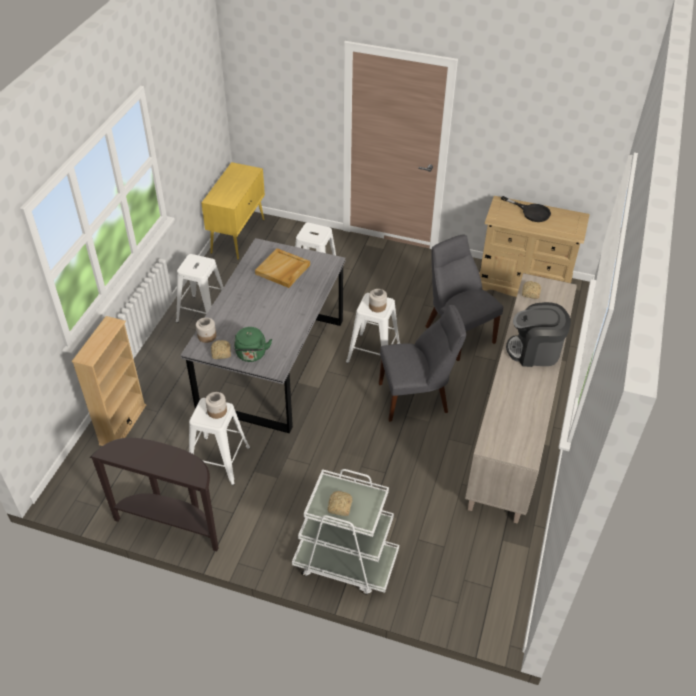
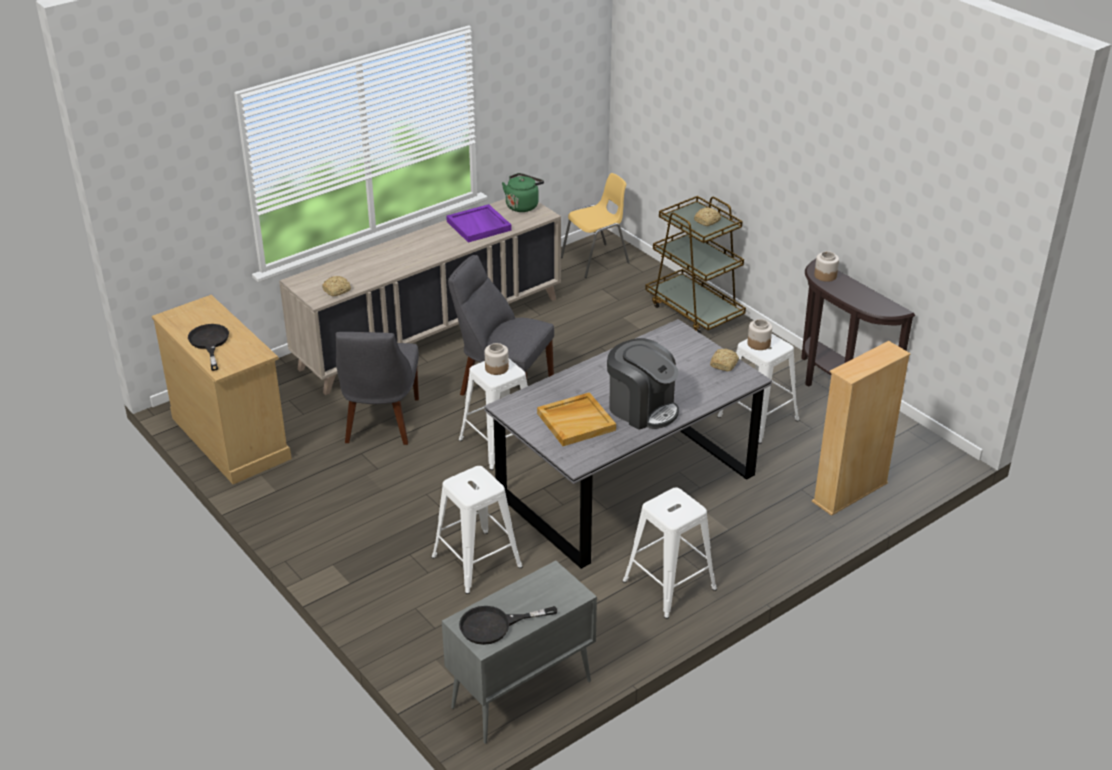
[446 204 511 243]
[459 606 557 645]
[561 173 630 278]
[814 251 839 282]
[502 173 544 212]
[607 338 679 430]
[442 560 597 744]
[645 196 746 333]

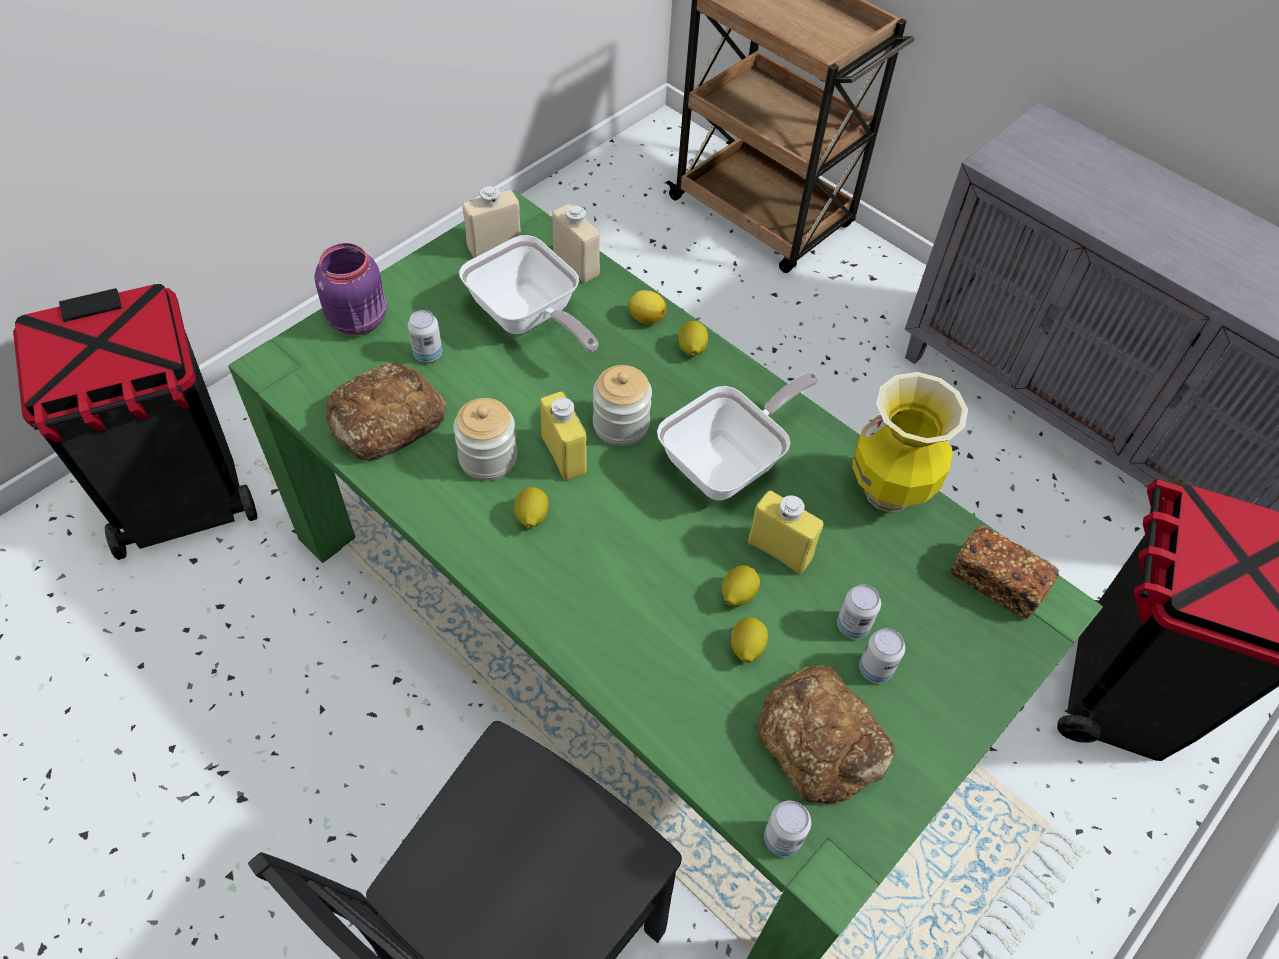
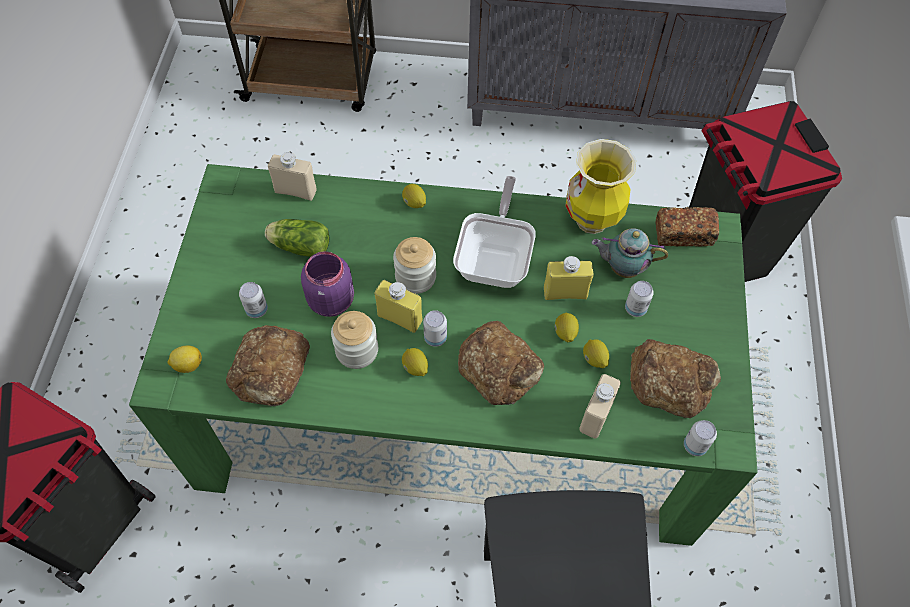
[458 321 544 405]
[592 228 668 278]
[301 251 354 317]
[579 374 621 438]
[167 345 202 373]
[423 310 447 347]
[265 219 329 257]

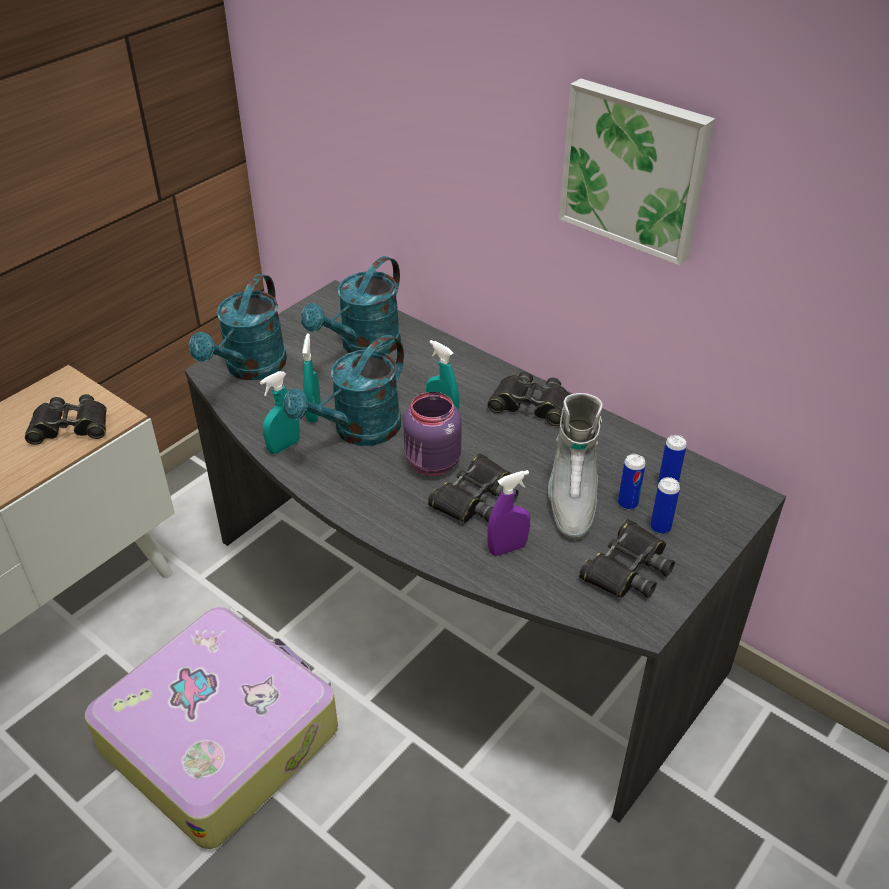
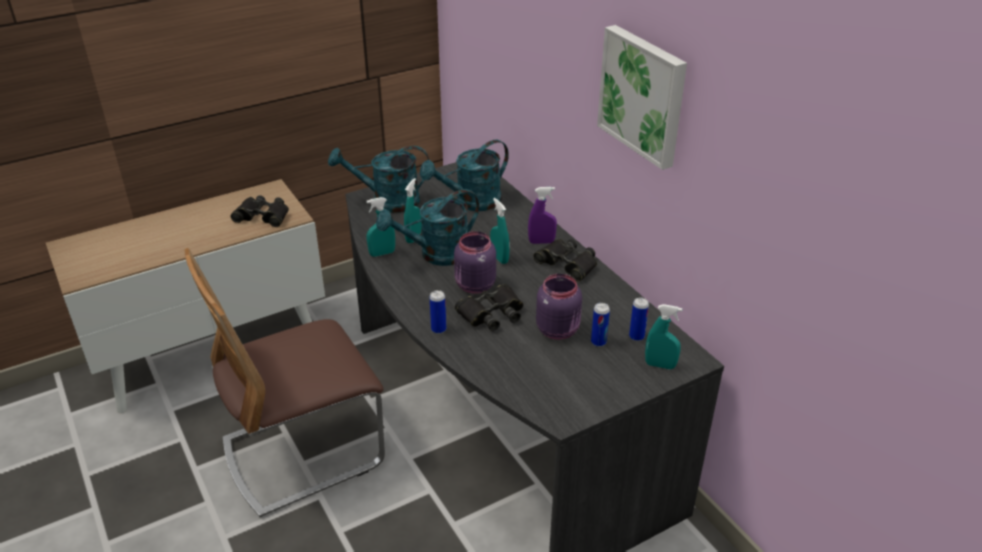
[579 519 675 598] (first image)
[645 304 683 369]
[528 187 557 244]
[430 290 446 334]
[184 248 385 517]
[536 274 582 340]
[328 146 429 213]

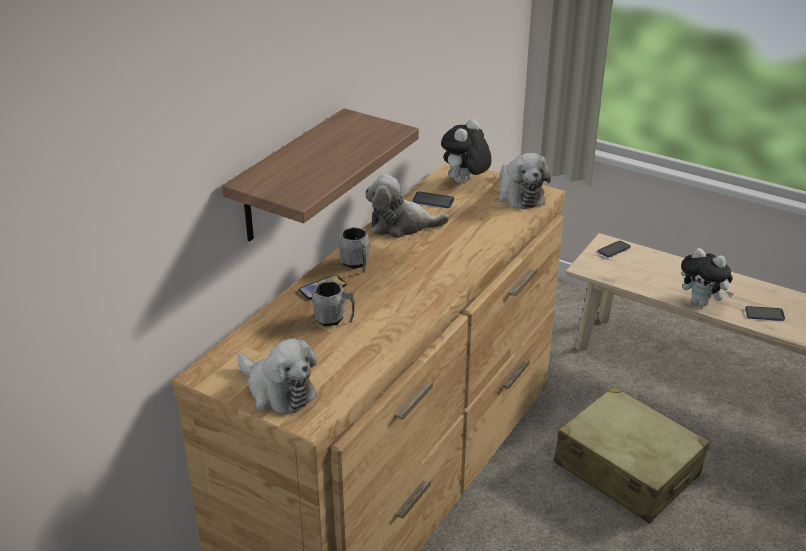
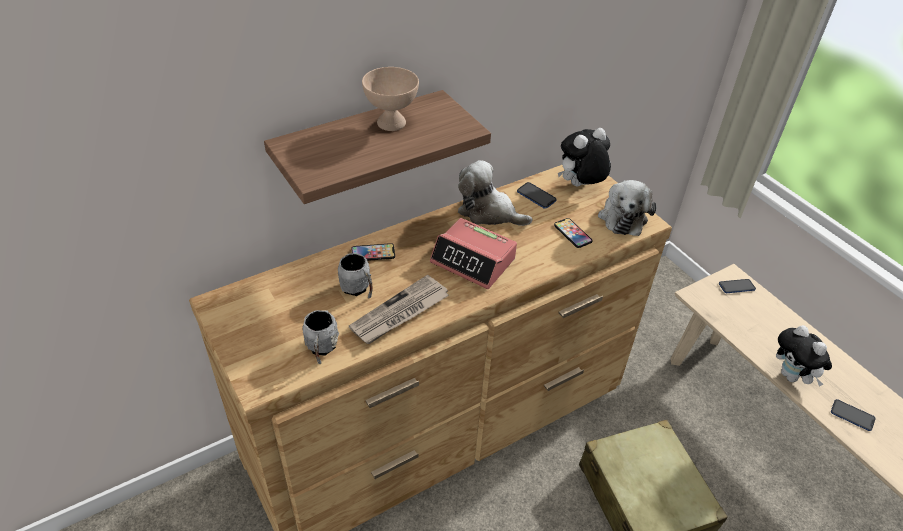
[238 338 317 414] (first image)
[349 275 449 344]
[362 67 419 131]
[430 218 517 289]
[554 218 592 248]
[302 310 339 364]

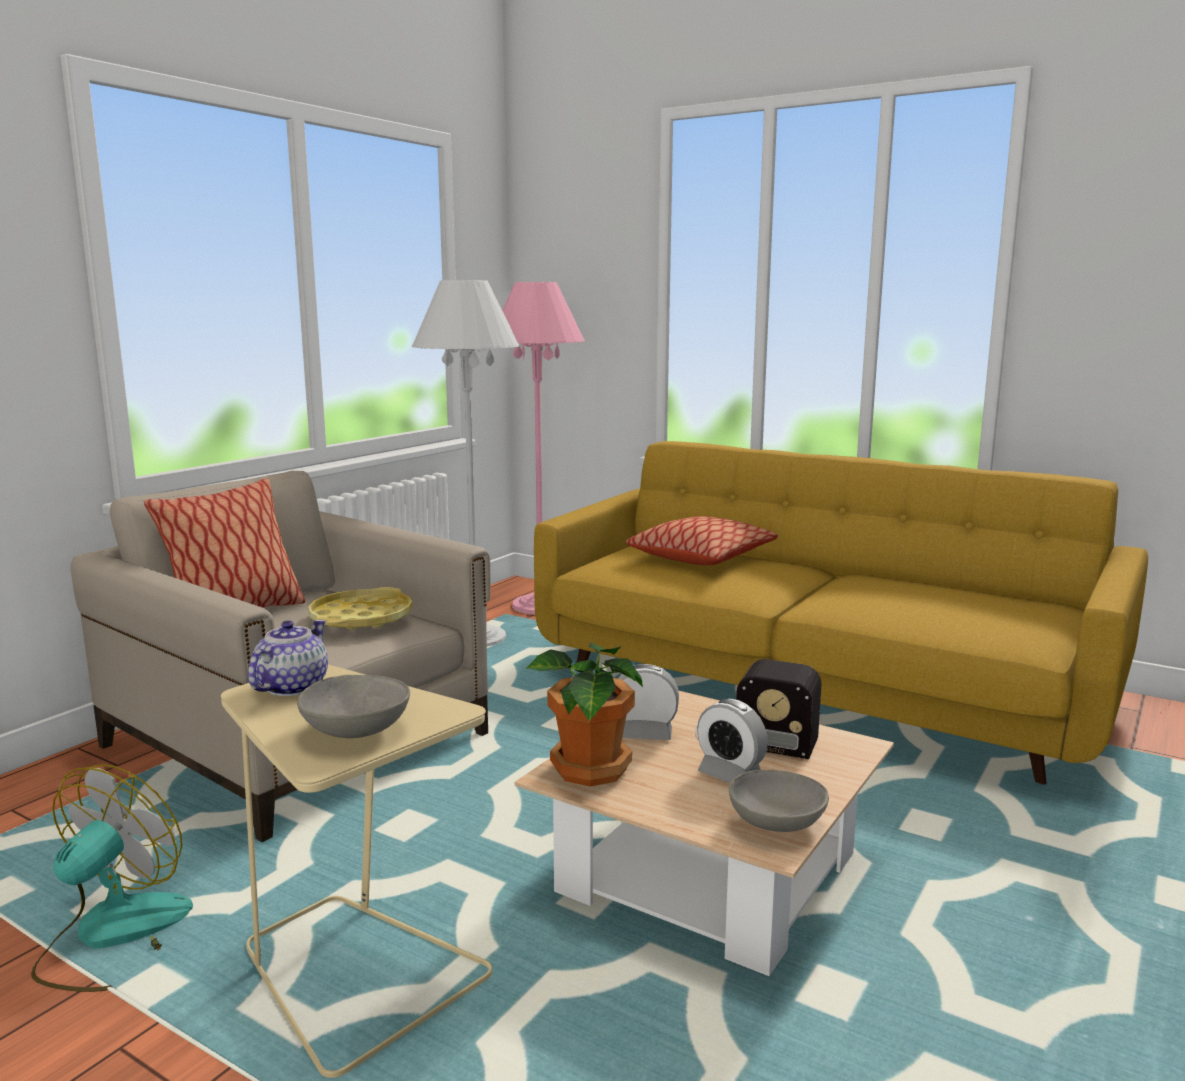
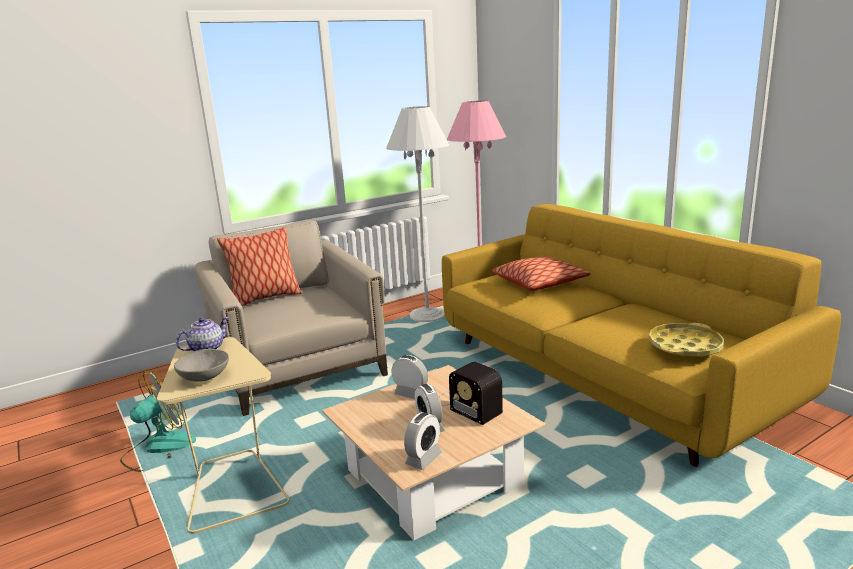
[526 643 643 787] (first image)
[649 323 724 357]
[404 412 442 470]

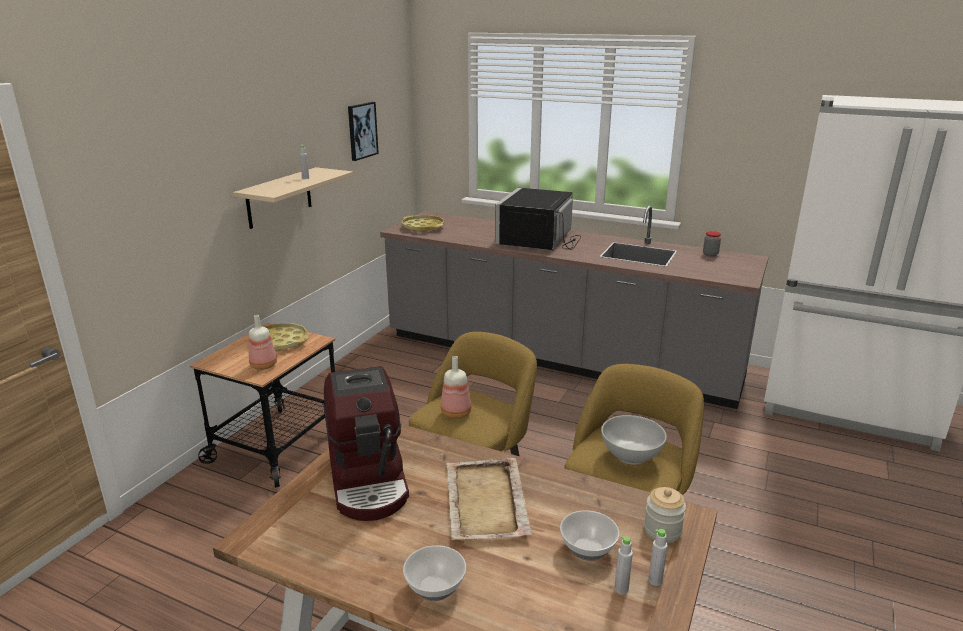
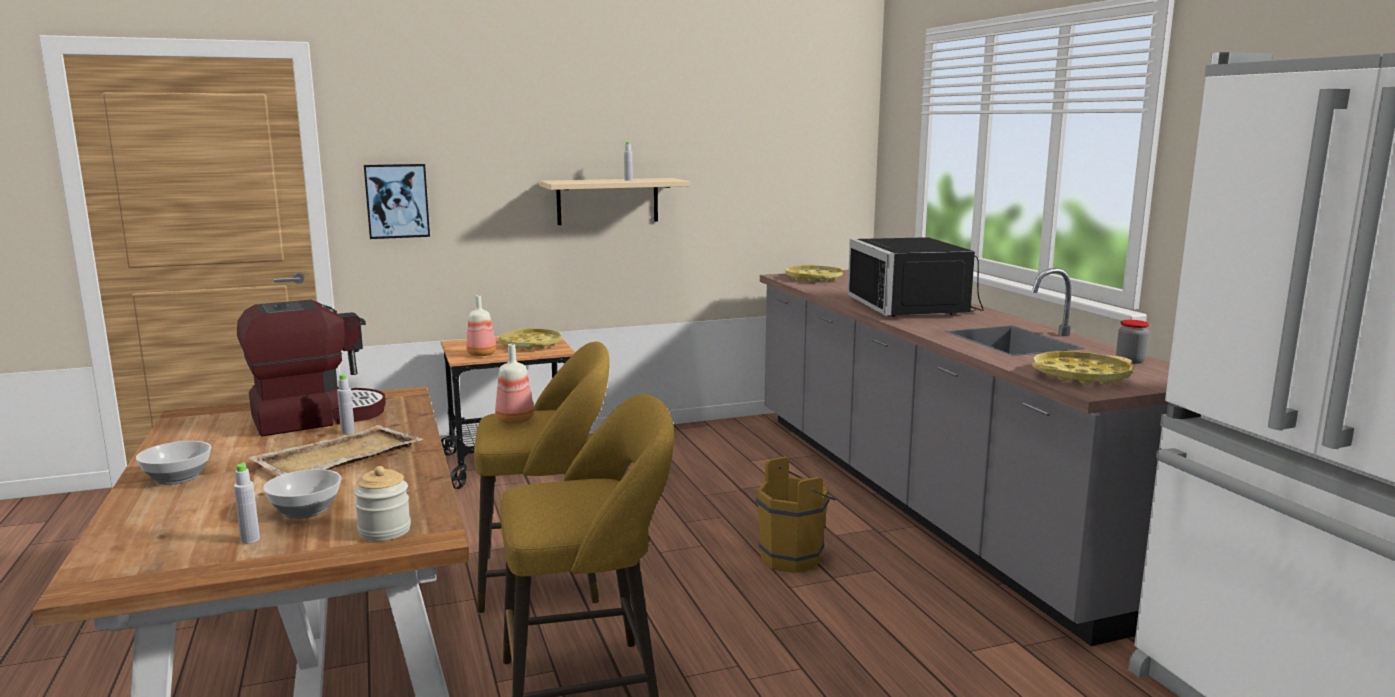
[601 415 667 465] (first image)
[756 456 836 573]
[1032 351 1133 385]
[364 164 430 239]
[337 374 355 434]
[237 300 386 436]
[848 237 984 317]

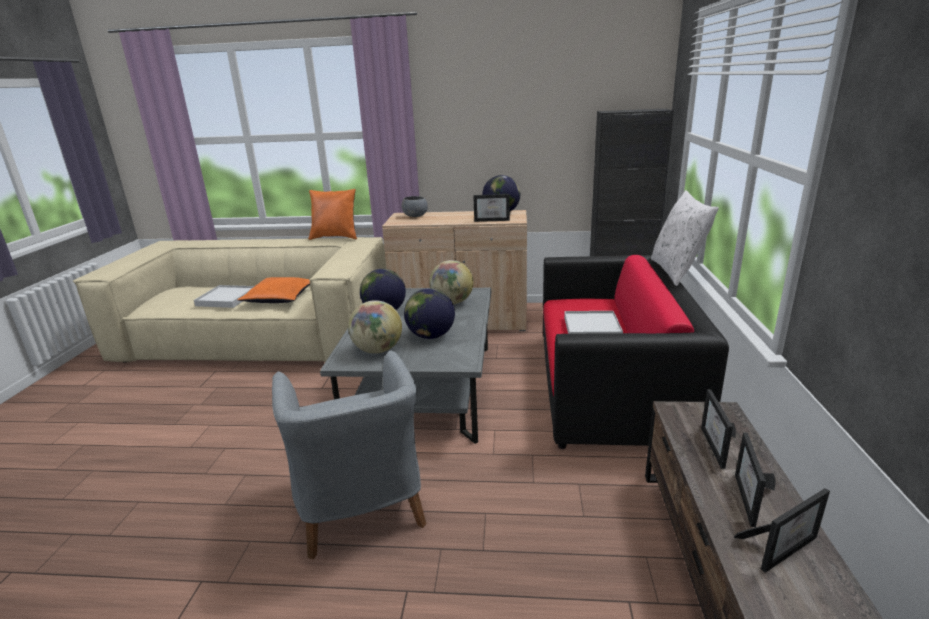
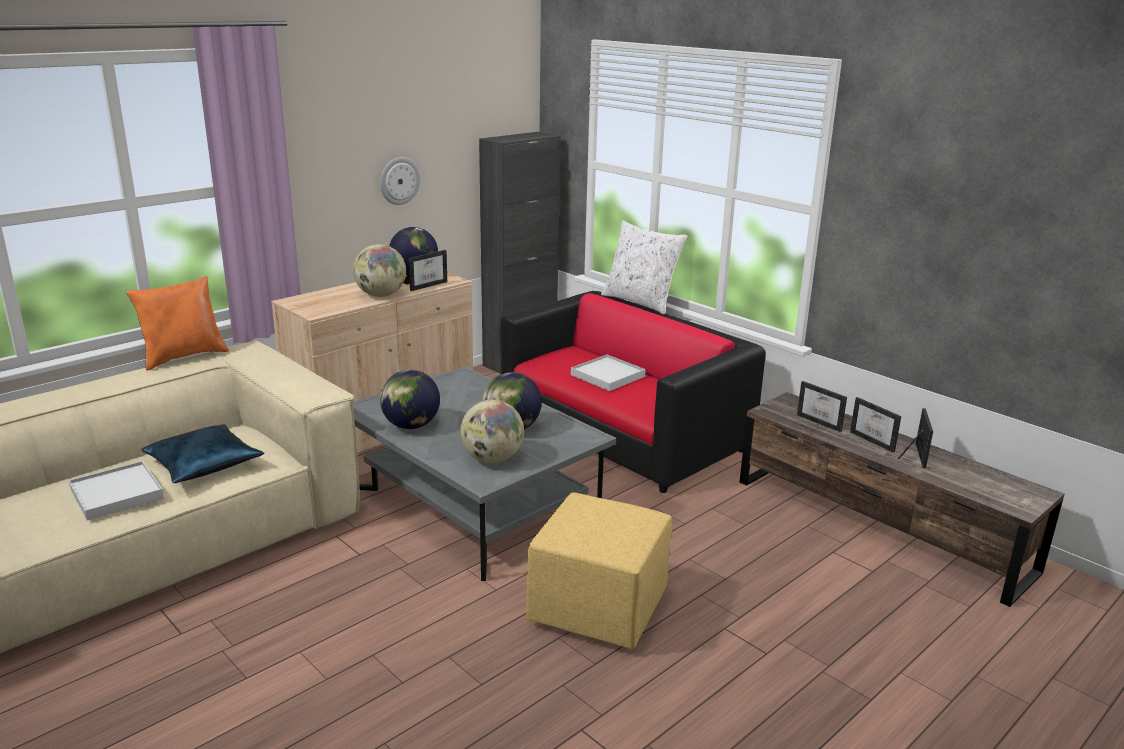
[401 196 428 217] (first image)
[380 157 420 205]
[353 244 406 297]
[526 492 672 649]
[142 424 264 483]

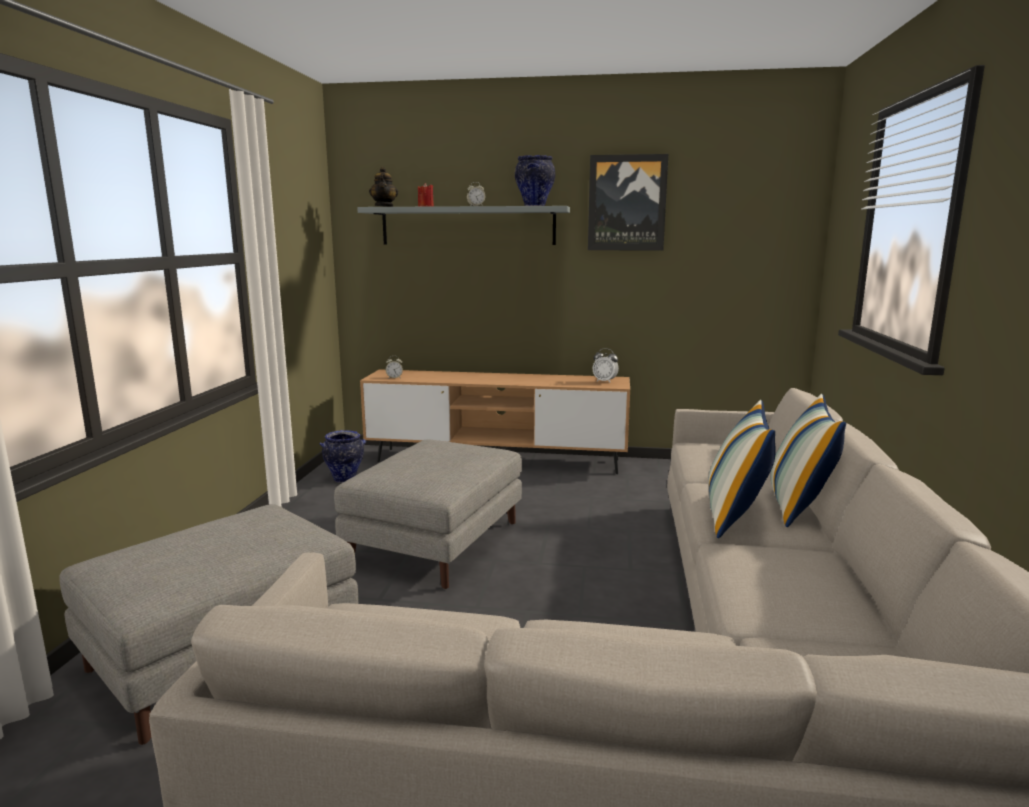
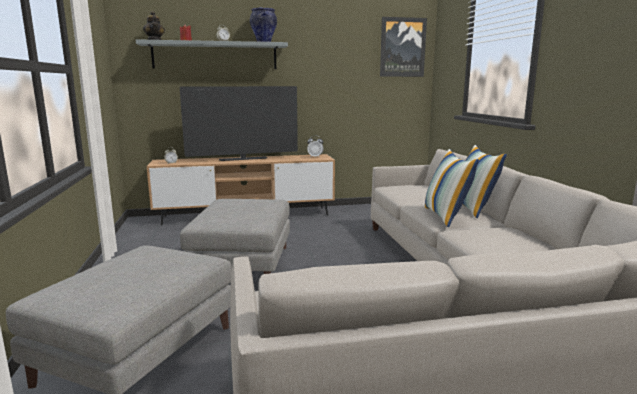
[319 430 366 483] (first image)
[180 86 298 161]
[380 17 427 77]

